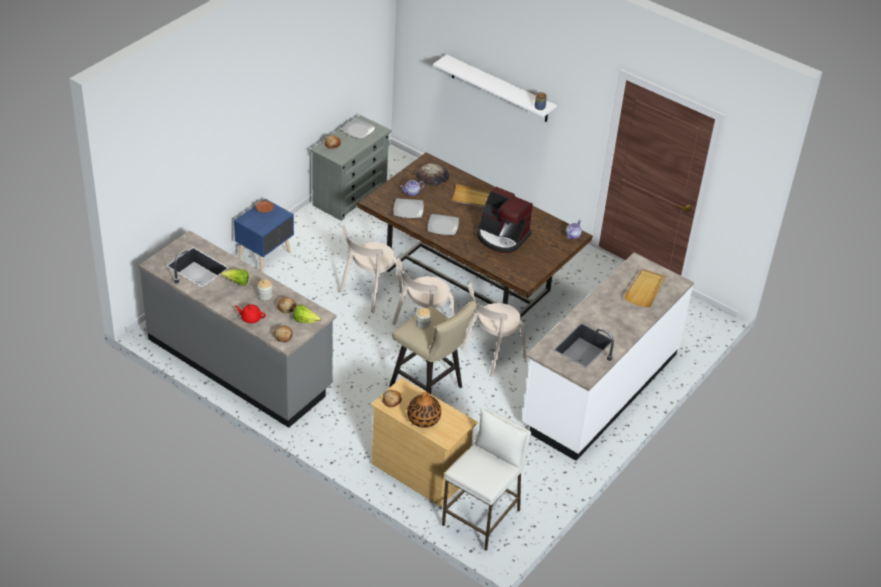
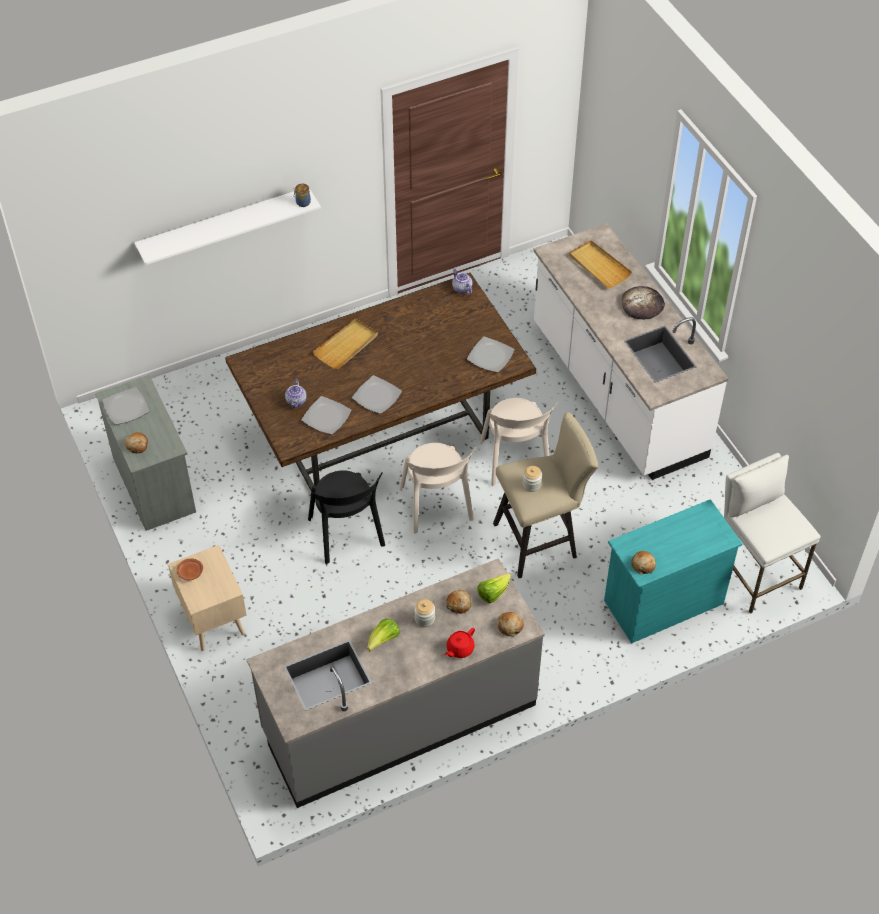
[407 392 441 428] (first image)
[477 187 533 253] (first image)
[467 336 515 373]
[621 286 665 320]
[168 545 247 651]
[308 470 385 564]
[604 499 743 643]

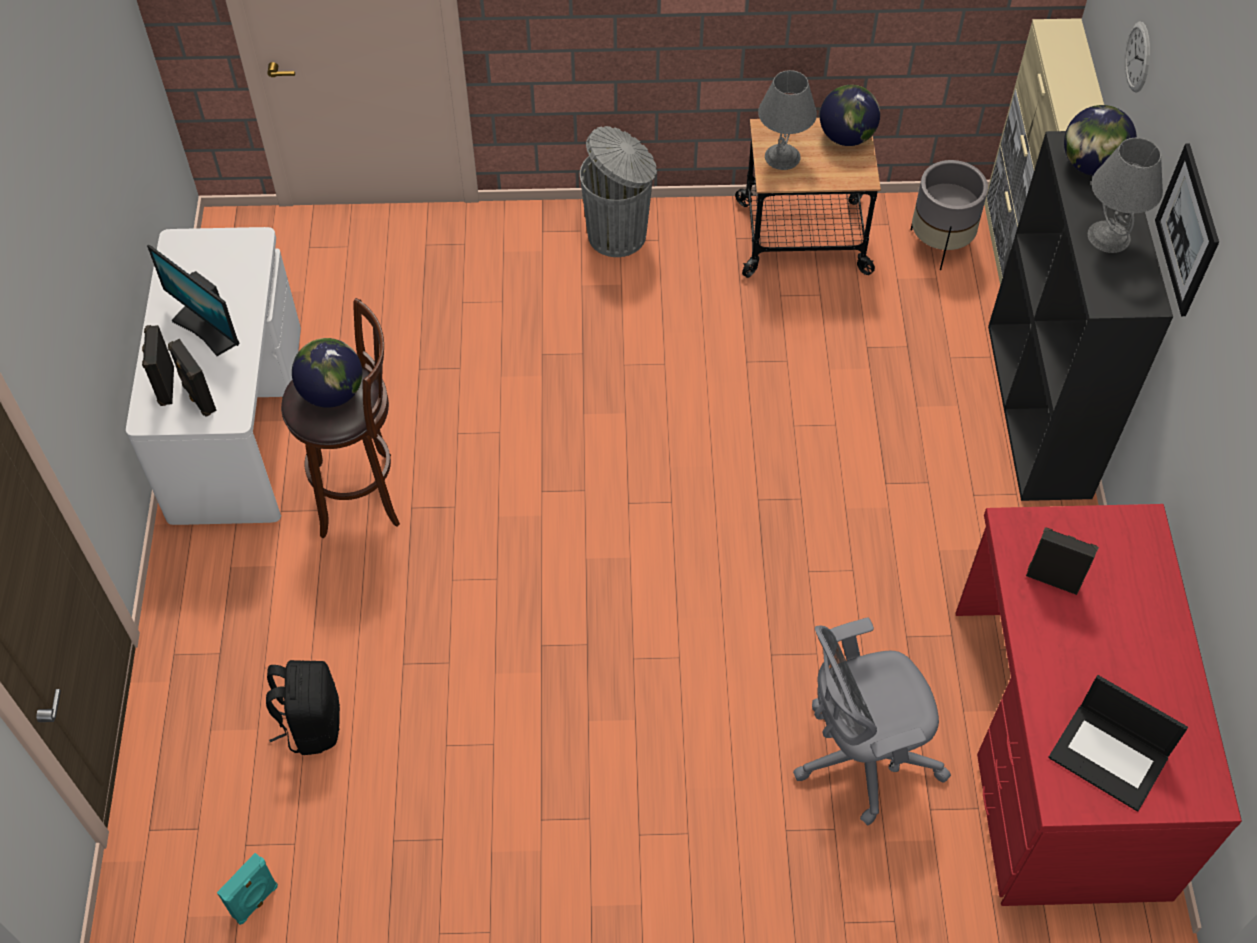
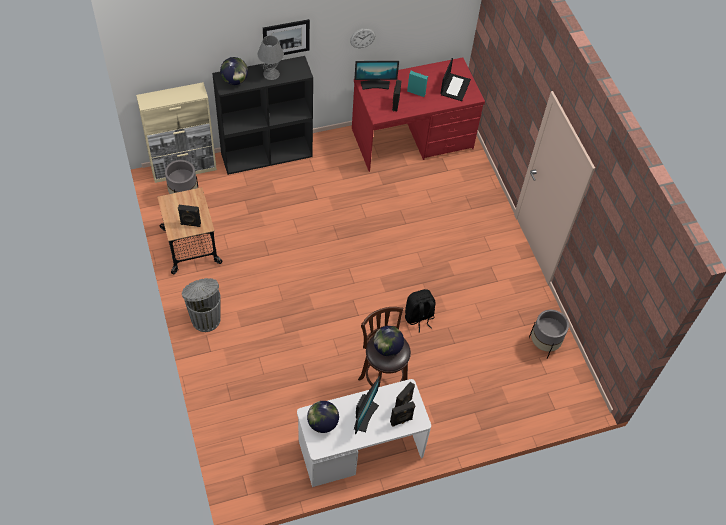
[793 617 951 826] (first image)
[354 61 399 90]
[529 310 569 359]
[407 71 428 97]
[405 289 436 332]
[307 401 339 433]
[350 28 375 48]
[178 205 201 227]

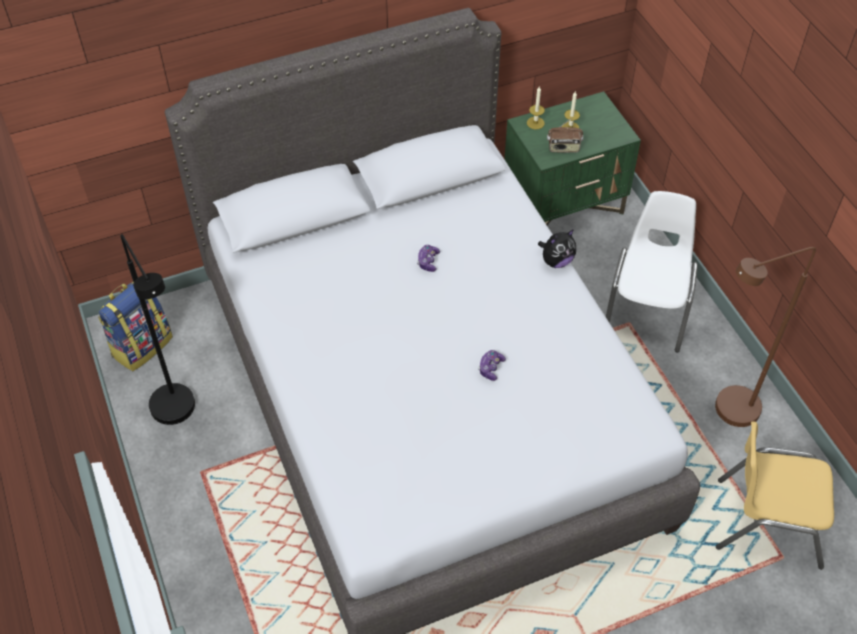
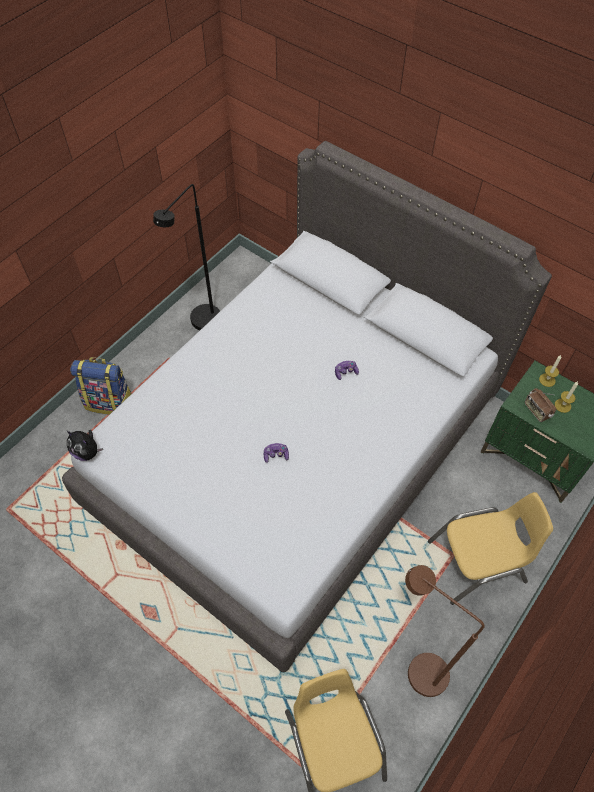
[70 357 132 415]
[67 430 103 461]
[428 492 553 605]

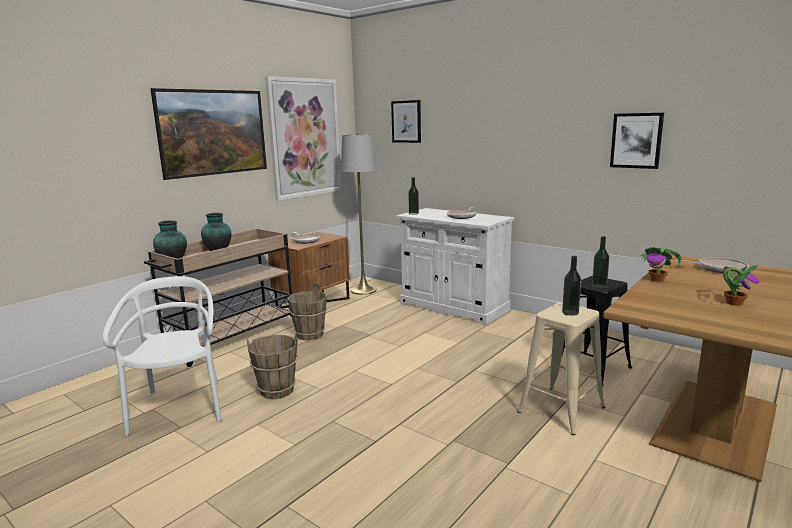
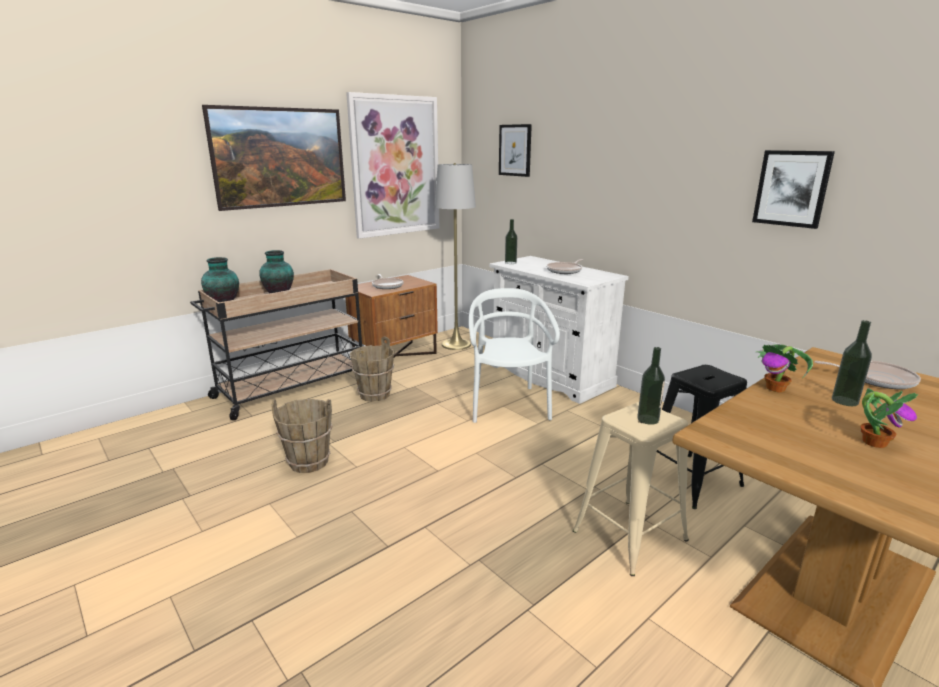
[469 288 560 423]
[832 320 872 406]

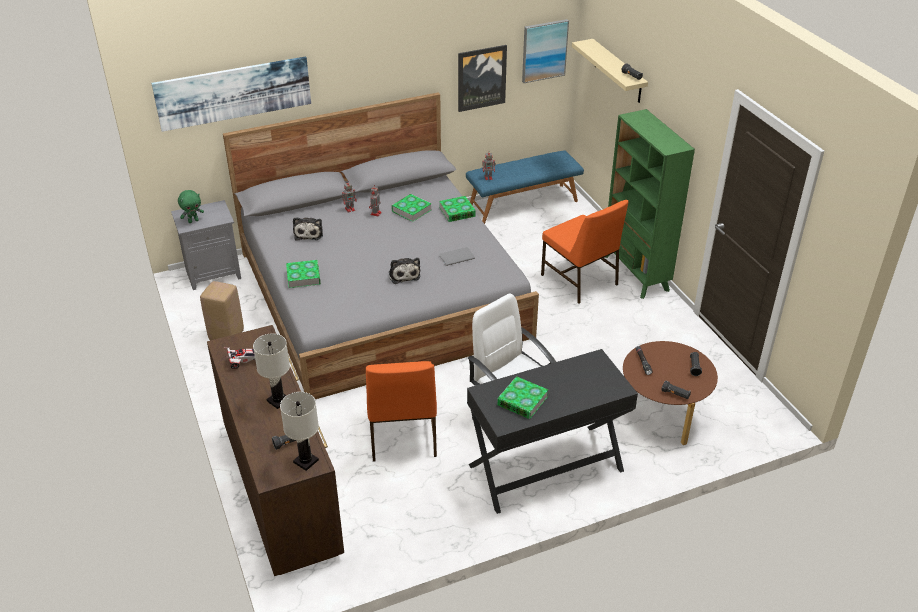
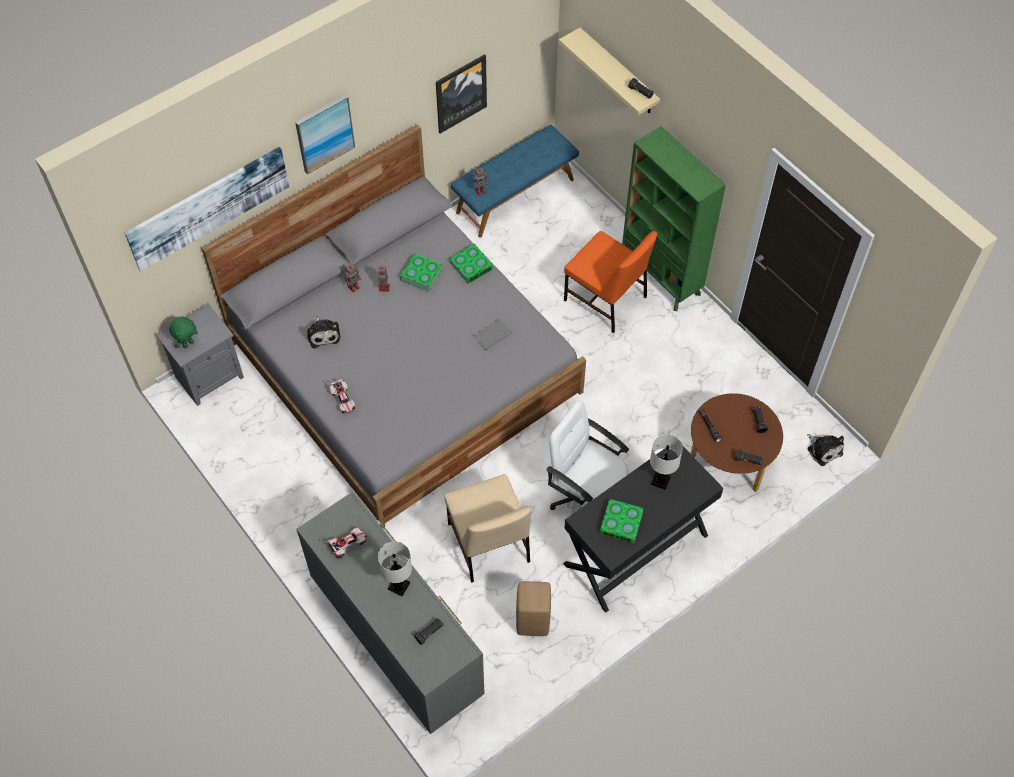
[516 581 551 636]
[650 434 683 490]
[807 434 844 466]
[295 94 355 174]
[329 376 356 414]
[297 492 485 734]
[444 474 531 583]

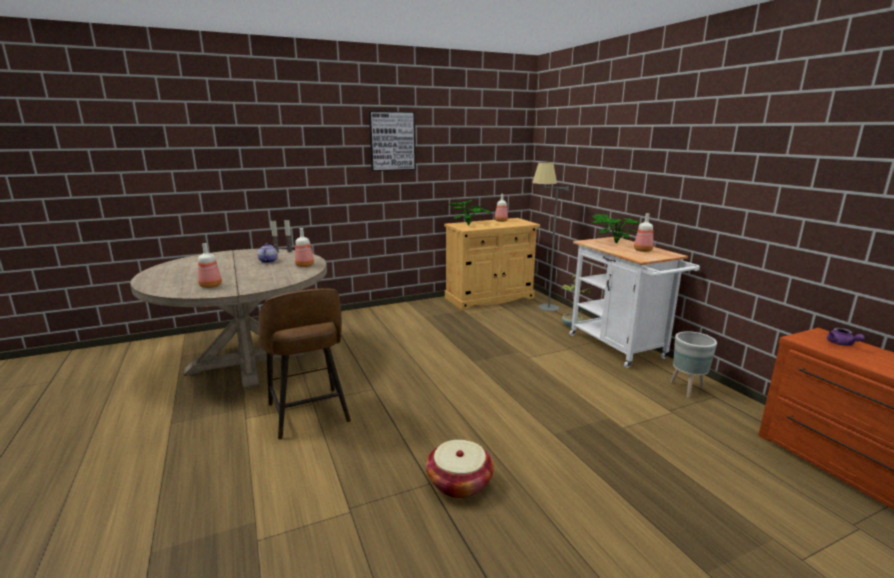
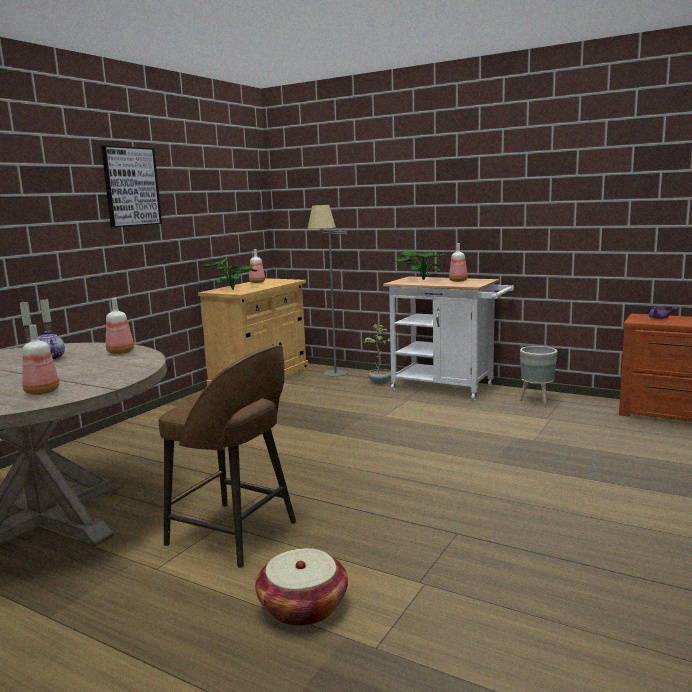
[255 548 348 626]

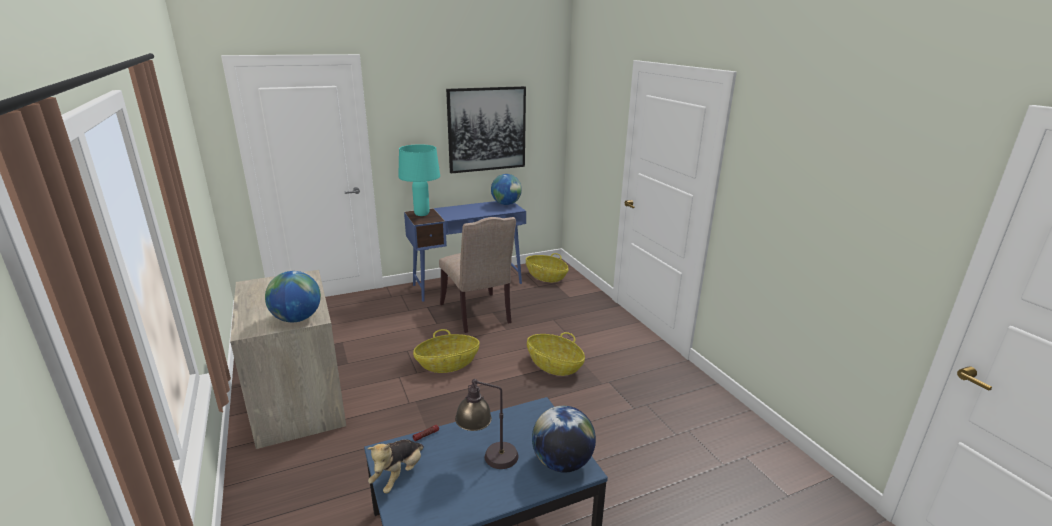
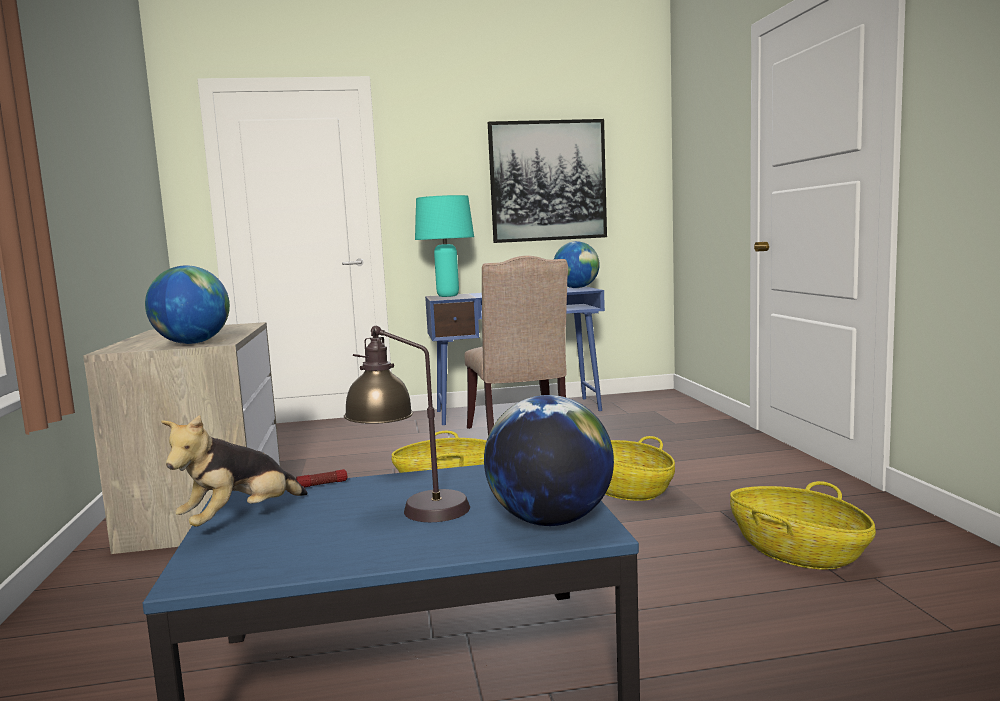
[730 481 876 570]

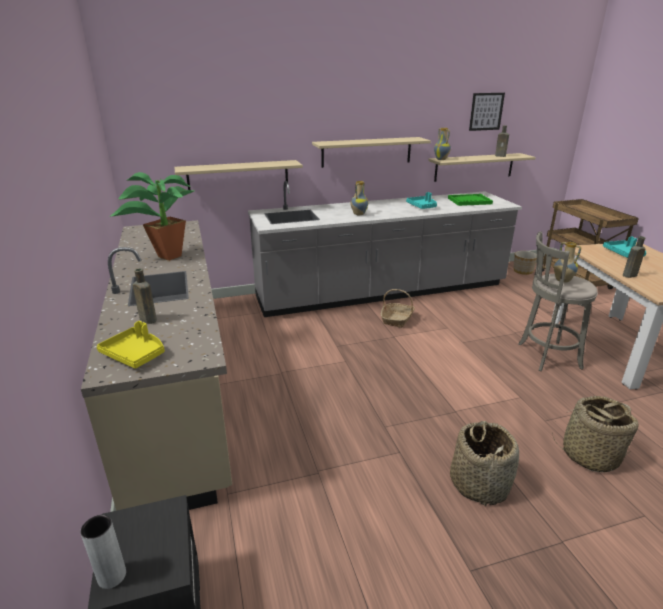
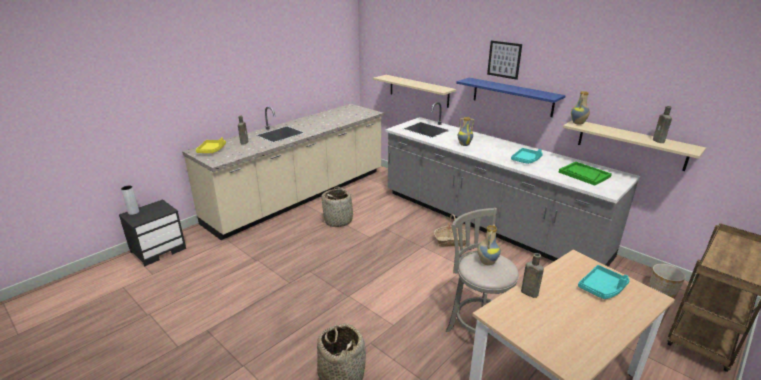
[110 172 195 261] (first image)
[320 187 359 227]
[487 41 522 80]
[456 78 566 117]

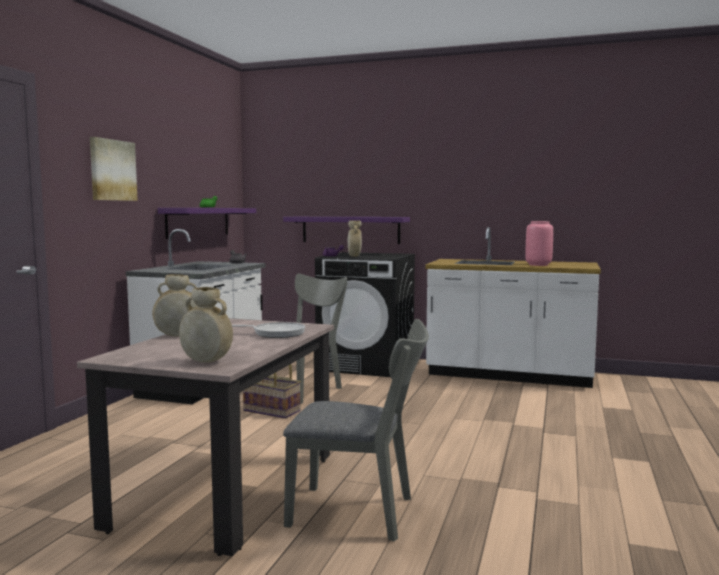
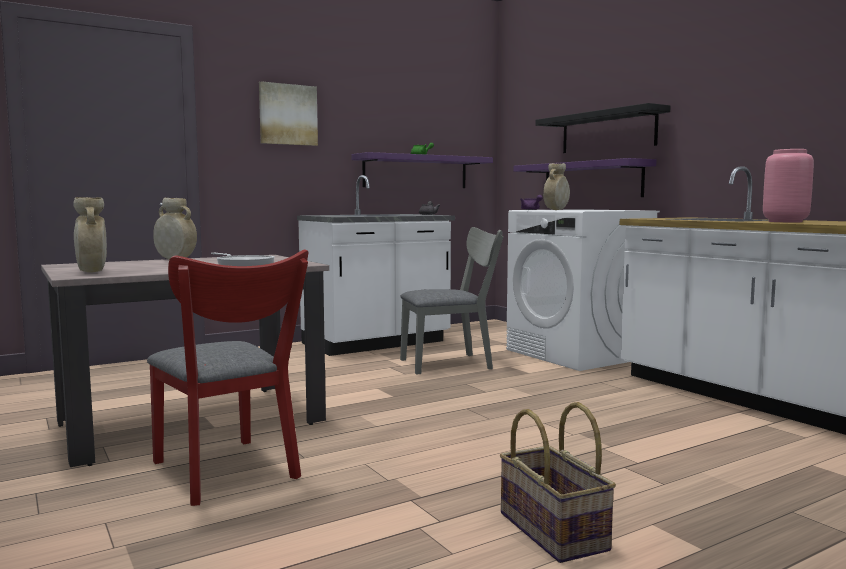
[535 103 671 153]
[500 402 616 563]
[147 249 308 506]
[506 209 660 371]

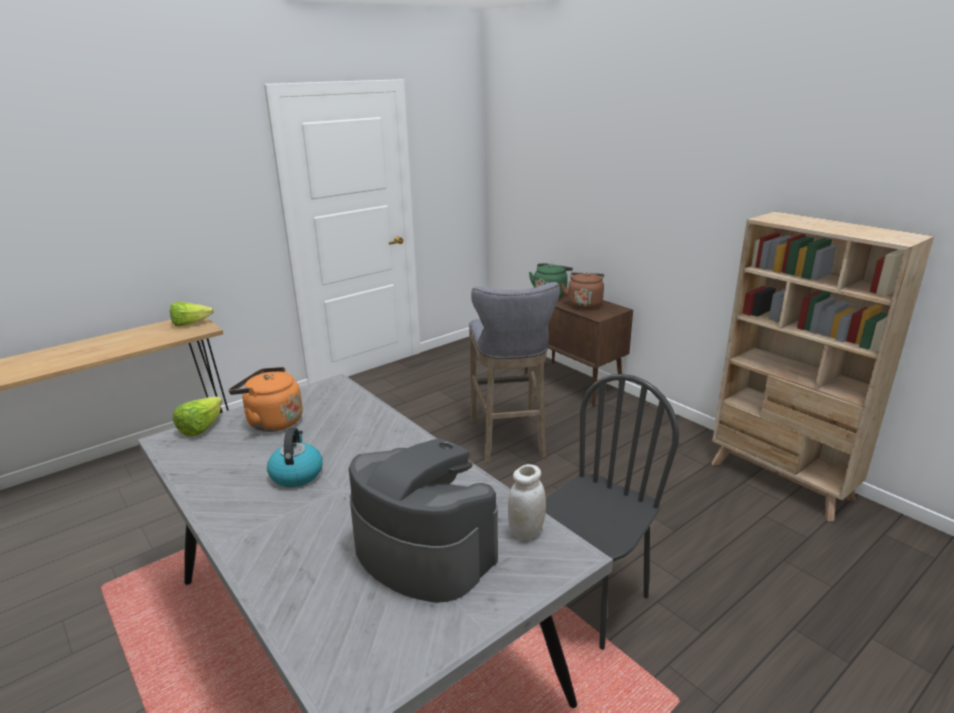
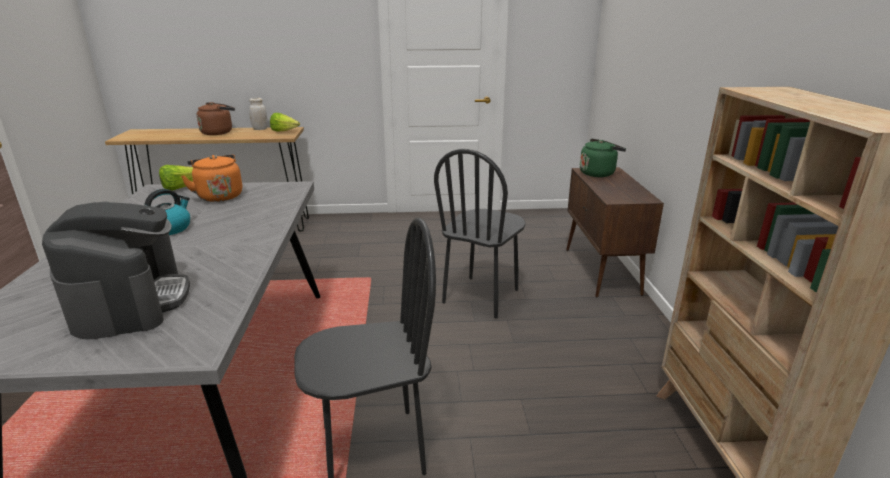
[249 98 268 130]
[196 102 235 135]
[434 149 526 318]

